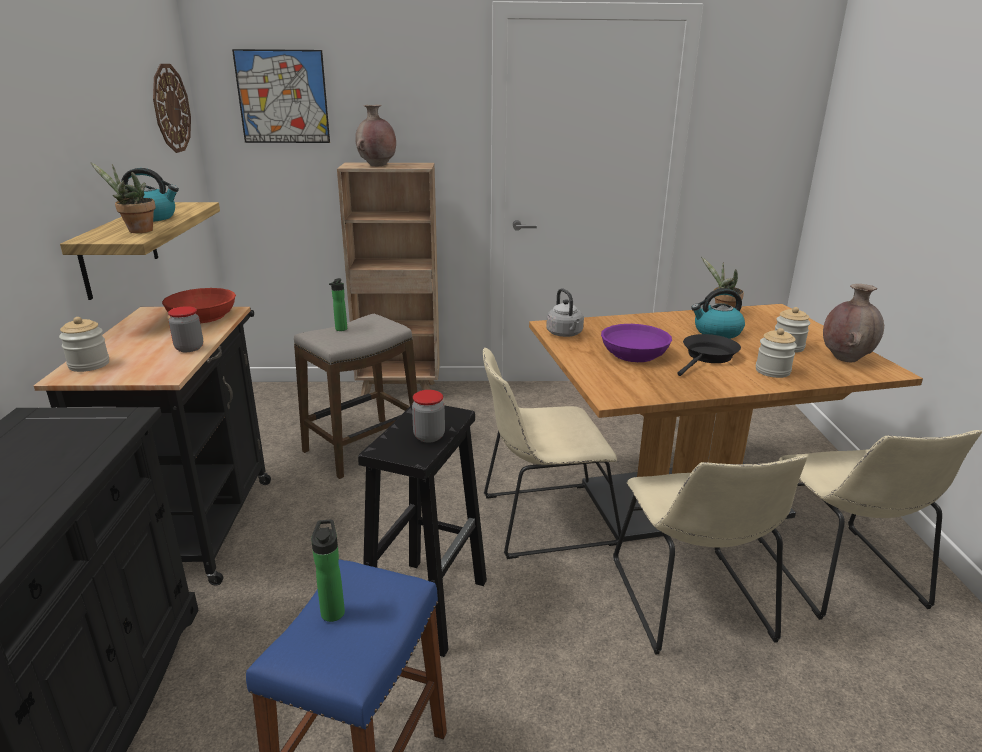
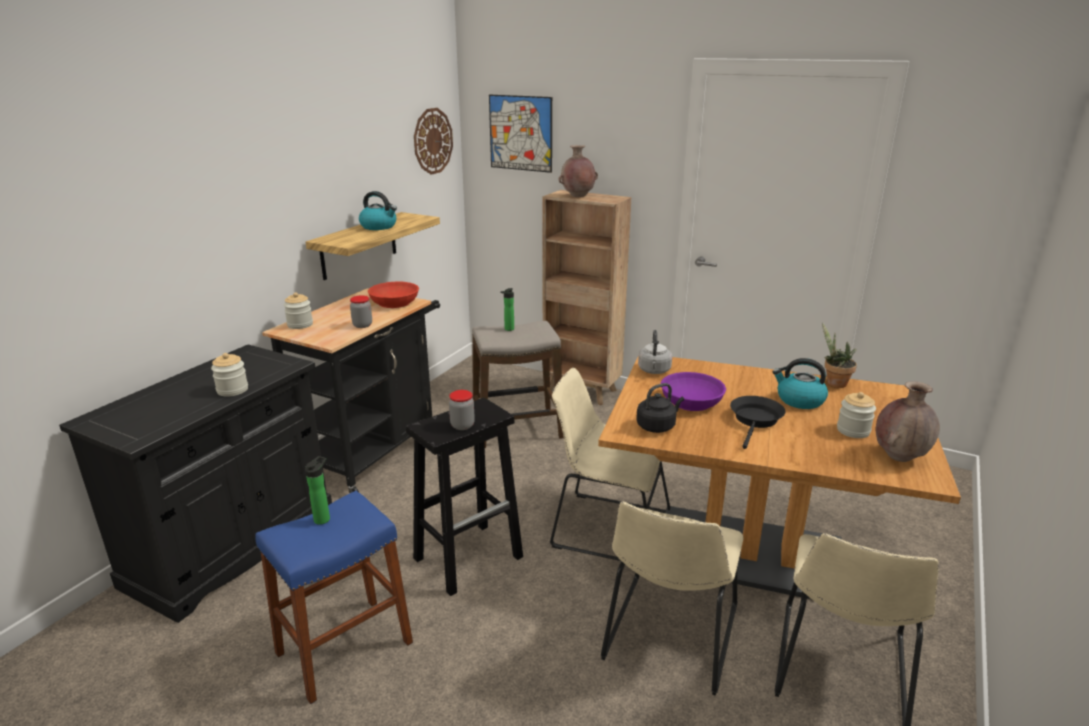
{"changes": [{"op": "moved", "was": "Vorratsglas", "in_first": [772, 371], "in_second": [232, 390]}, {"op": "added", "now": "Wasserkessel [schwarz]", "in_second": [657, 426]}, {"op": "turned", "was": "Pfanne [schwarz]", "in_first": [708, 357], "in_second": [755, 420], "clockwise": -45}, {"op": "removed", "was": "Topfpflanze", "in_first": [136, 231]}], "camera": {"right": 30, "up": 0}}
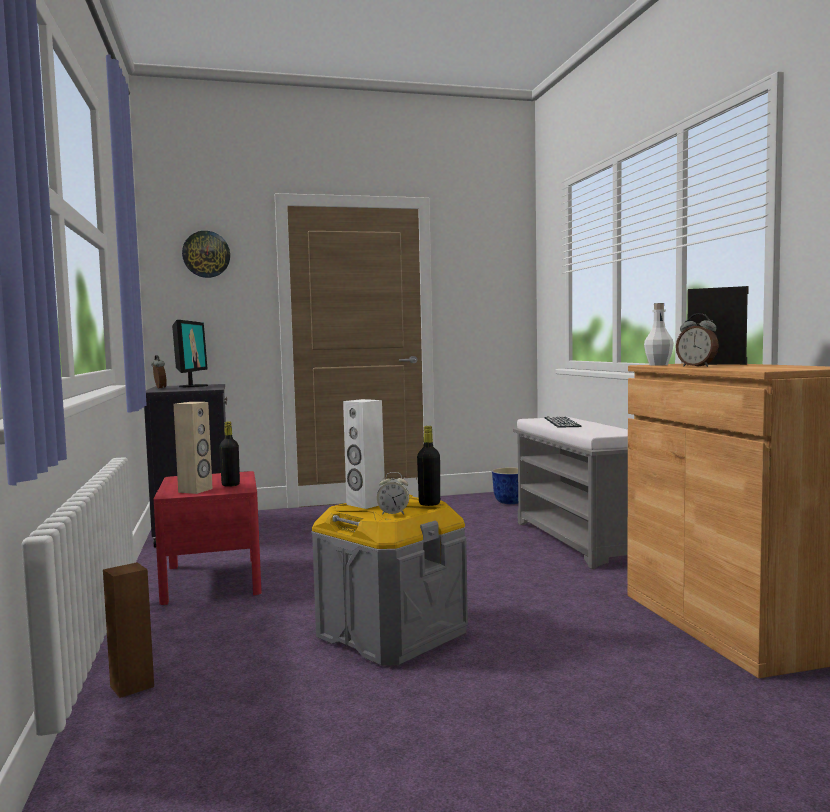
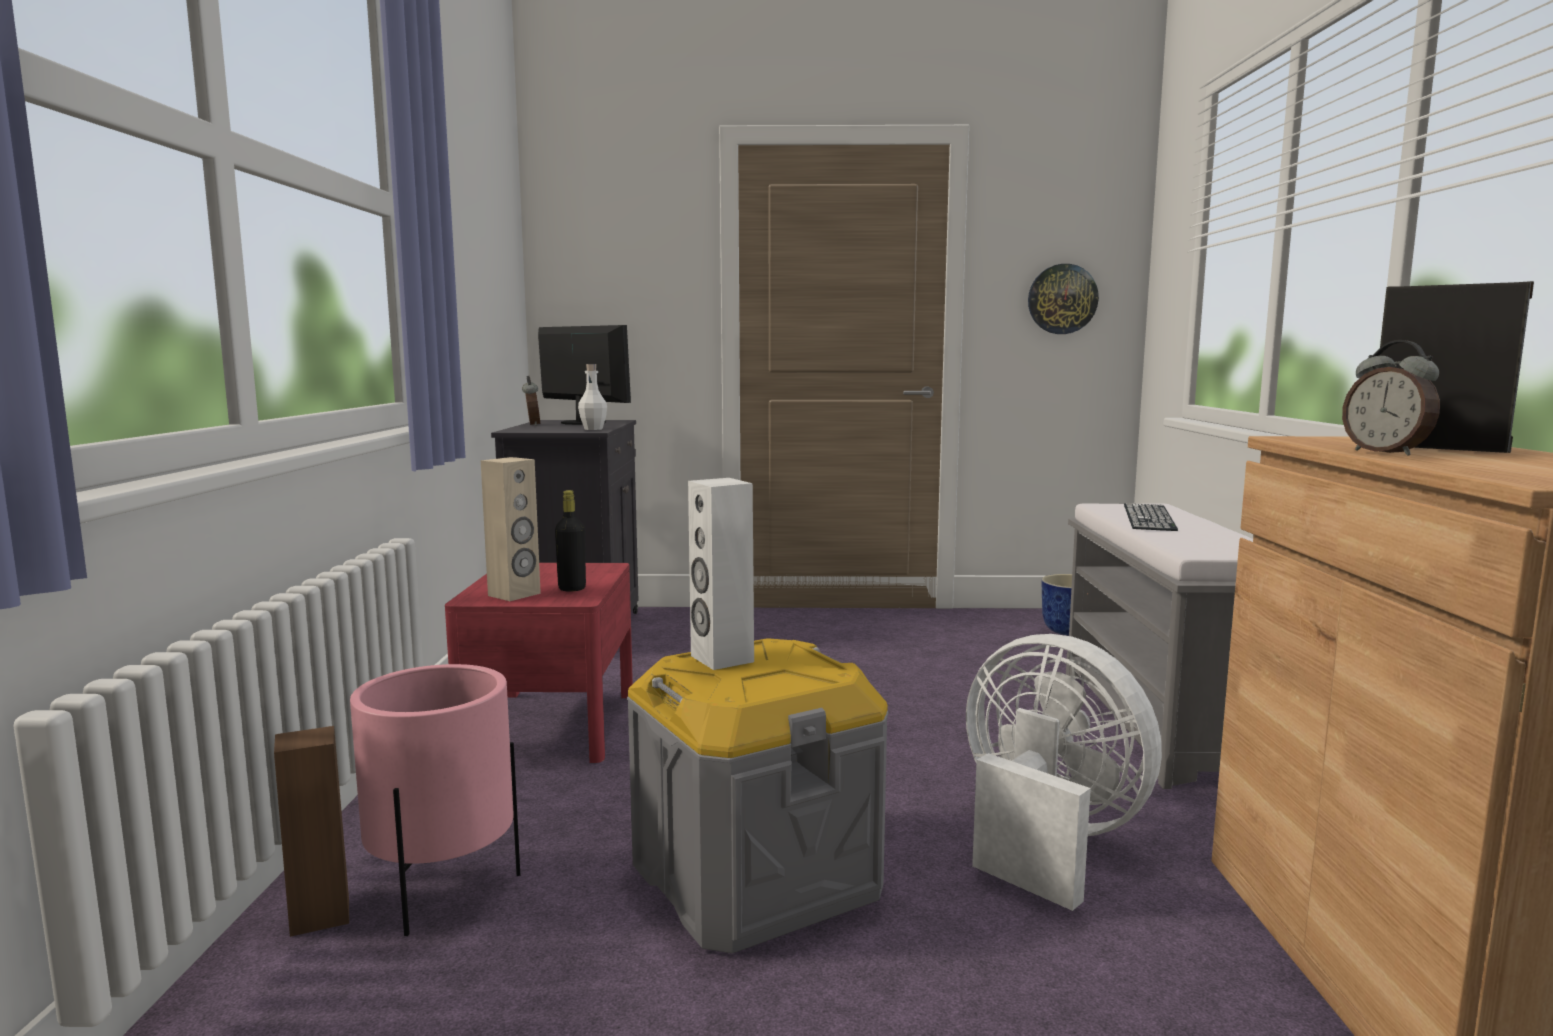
{"changes": [{"op": "added", "now": "Pflanzkübel [rosa]", "in_second": [442, 890]}, {"op": "turned", "was": "Monitor", "in_first": [192, 386], "in_second": [582, 423], "clockwise": -60}, {"op": "moved", "was": "Flasche [weiß]", "in_first": [658, 365], "in_second": [593, 429]}, {"op": "added", "now": "Ventilator [weiß]", "in_second": [1045, 840]}, {"op": "moved", "was": "Wanduhr", "in_first": [206, 254], "in_second": [1062, 299]}, {"op": "removed", "was": "Wecker", "in_first": [393, 513]}, {"op": "removed", "was": "Flasche [schwarz]", "in_first": [429, 503]}], "camera": {"right": 15, "up": 5}}
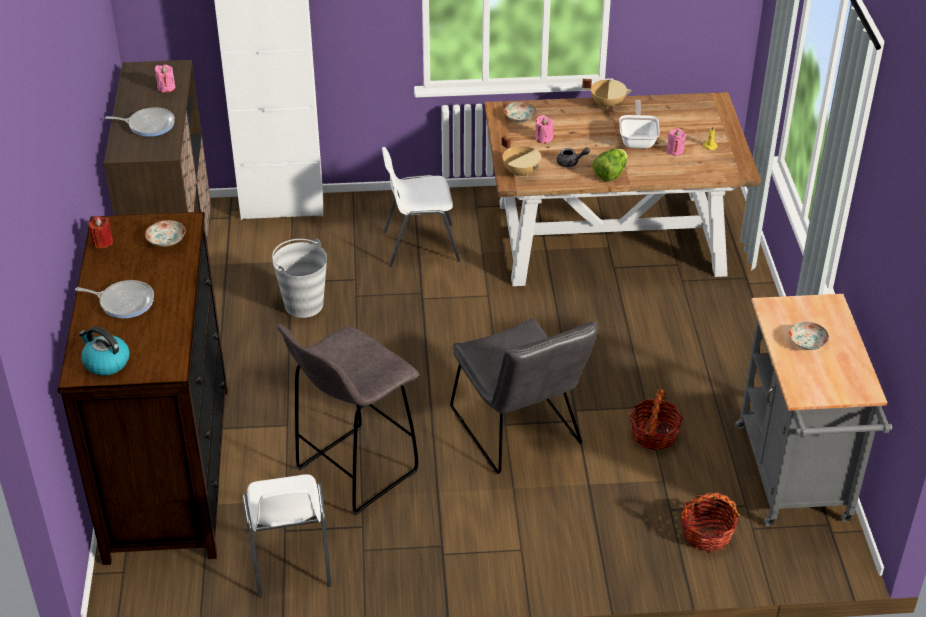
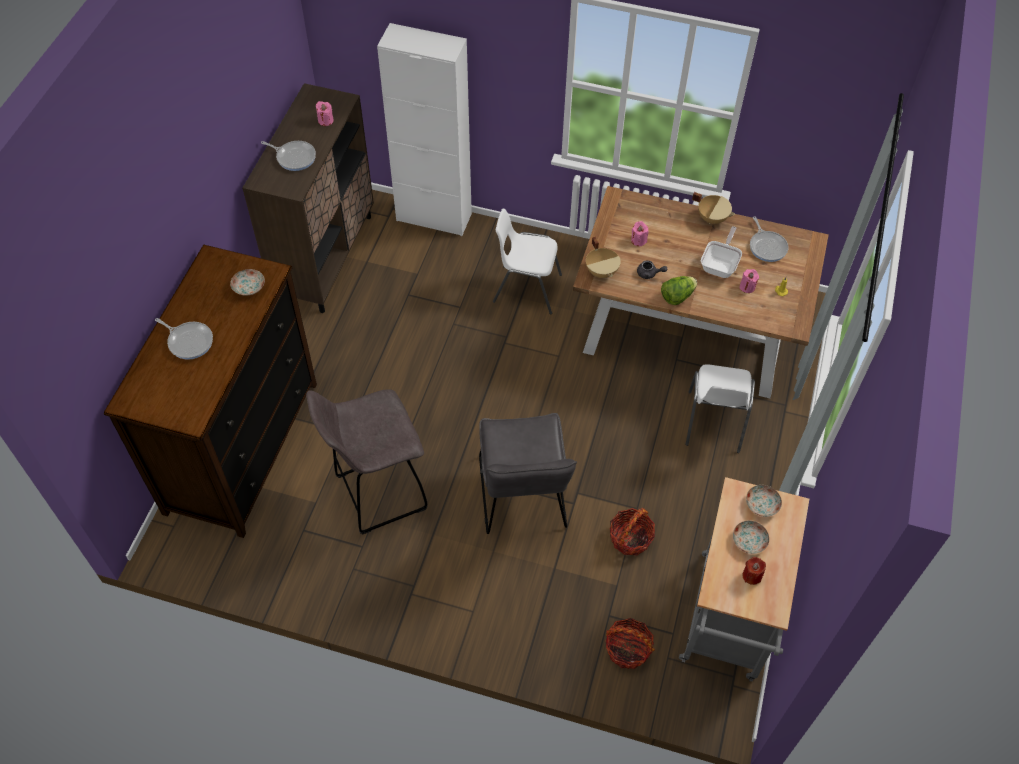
{"changes": [{"op": "moved", "was": "Stuhl [weiß]", "in_first": [289, 559], "in_second": [714, 422]}, {"op": "moved", "was": "Kerze [rot]", "in_first": [102, 242], "in_second": [752, 576]}, {"op": "moved", "was": "Teller", "in_first": [520, 117], "in_second": [762, 505]}, {"op": "added", "now": "Pfanne", "in_second": [767, 246]}, {"op": "removed", "was": "Wasserkessel", "in_first": [106, 362]}, {"op": "removed", "was": "Eimer [grau]", "in_first": [303, 304]}], "camera": {"right": 20, "up": 15}}
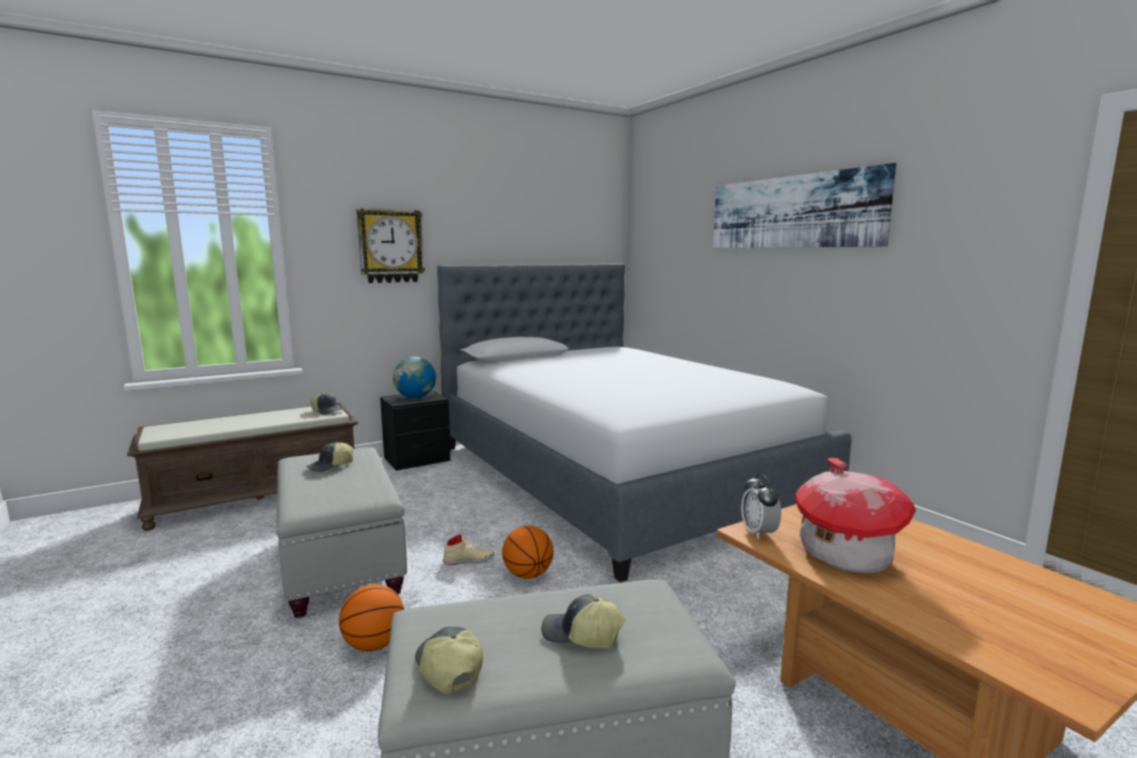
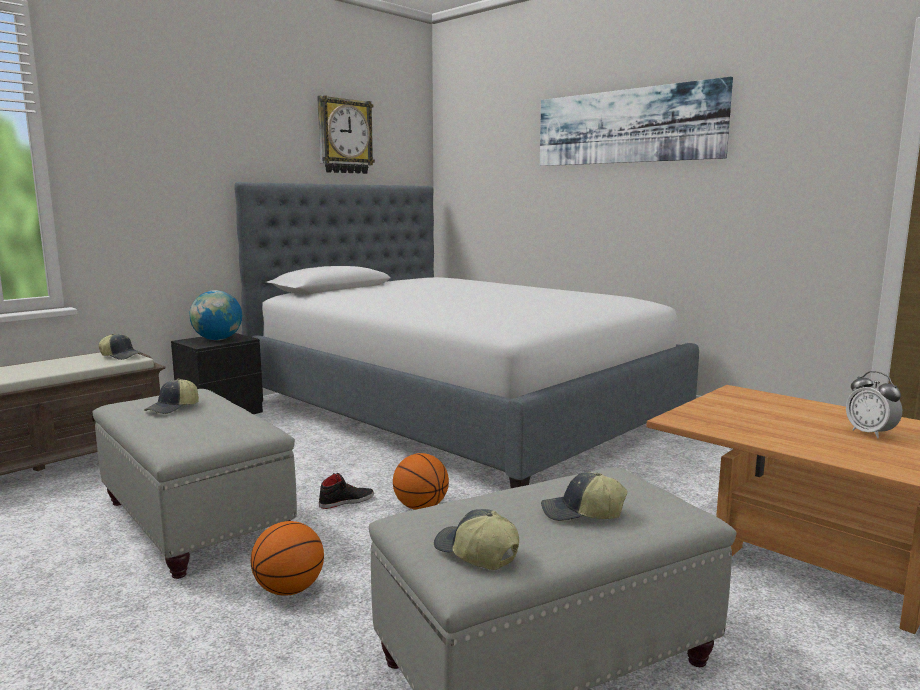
{"changes": [{"op": "moved", "was": "Wanduhr", "in_first": [390, 246], "in_second": [344, 136]}, {"op": "recoloured", "was": "Schuh [beige]", "now": "Schuh [schwarz]", "in_first": [468, 559], "in_second": [346, 501]}, {"op": "moved", "was": "Wecker", "in_first": [759, 533], "in_second": [870, 433]}, {"op": "removed", "was": "Spielzeughaus", "in_first": [845, 554]}], "camera": {"right": -15, "up": 0}}
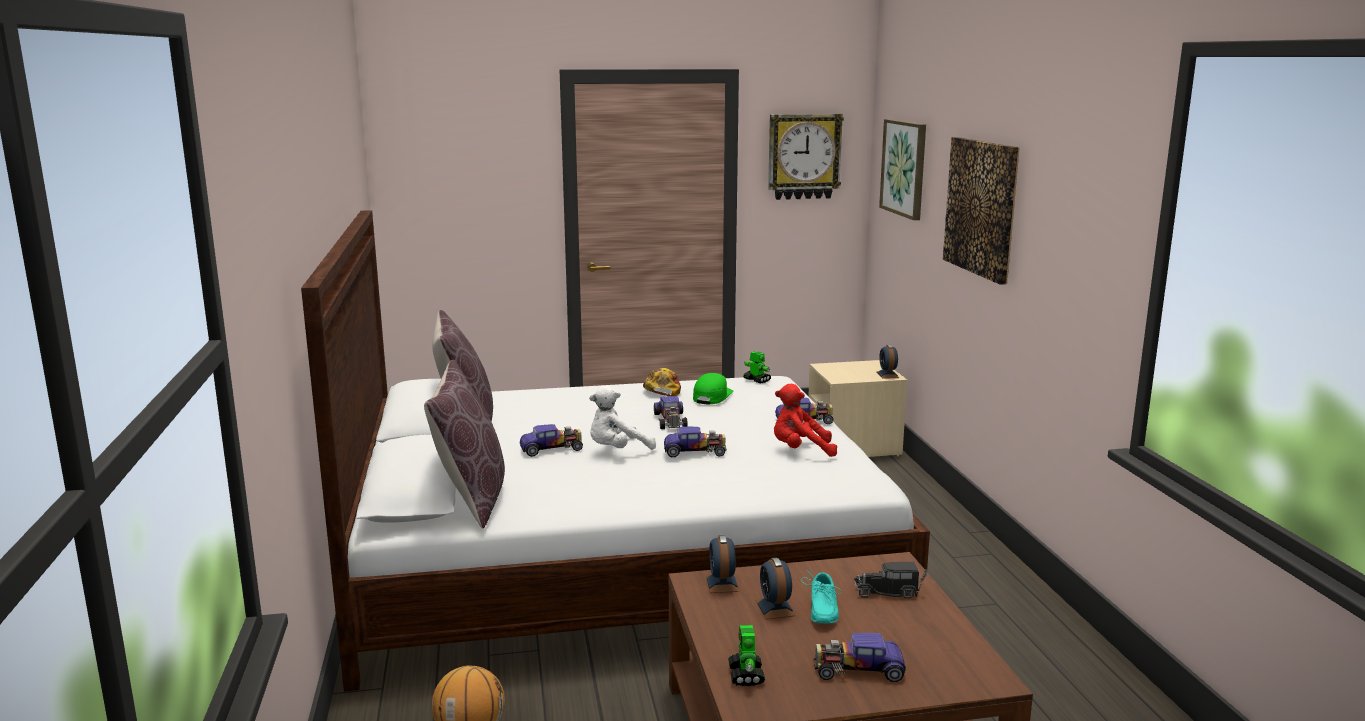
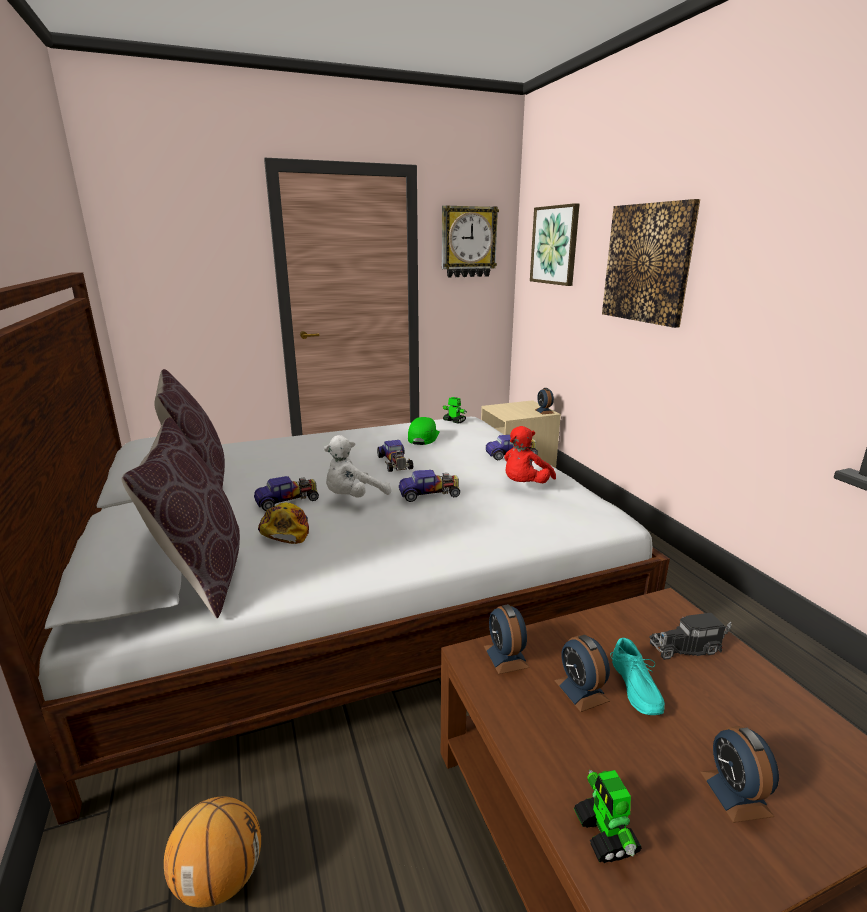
{"changes": [{"op": "moved", "was": "Kappe", "in_first": [662, 389], "in_second": [285, 529]}, {"op": "turned", "was": "Plüschtier [rot]", "in_first": [800, 451], "in_second": [524, 485], "clockwise": -45}, {"op": "replaced", "was": "Spielzeugauto", "now": "Wecker", "in_first": [858, 668], "in_second": [735, 793]}], "camera": {"right": -10, "up": 5}}
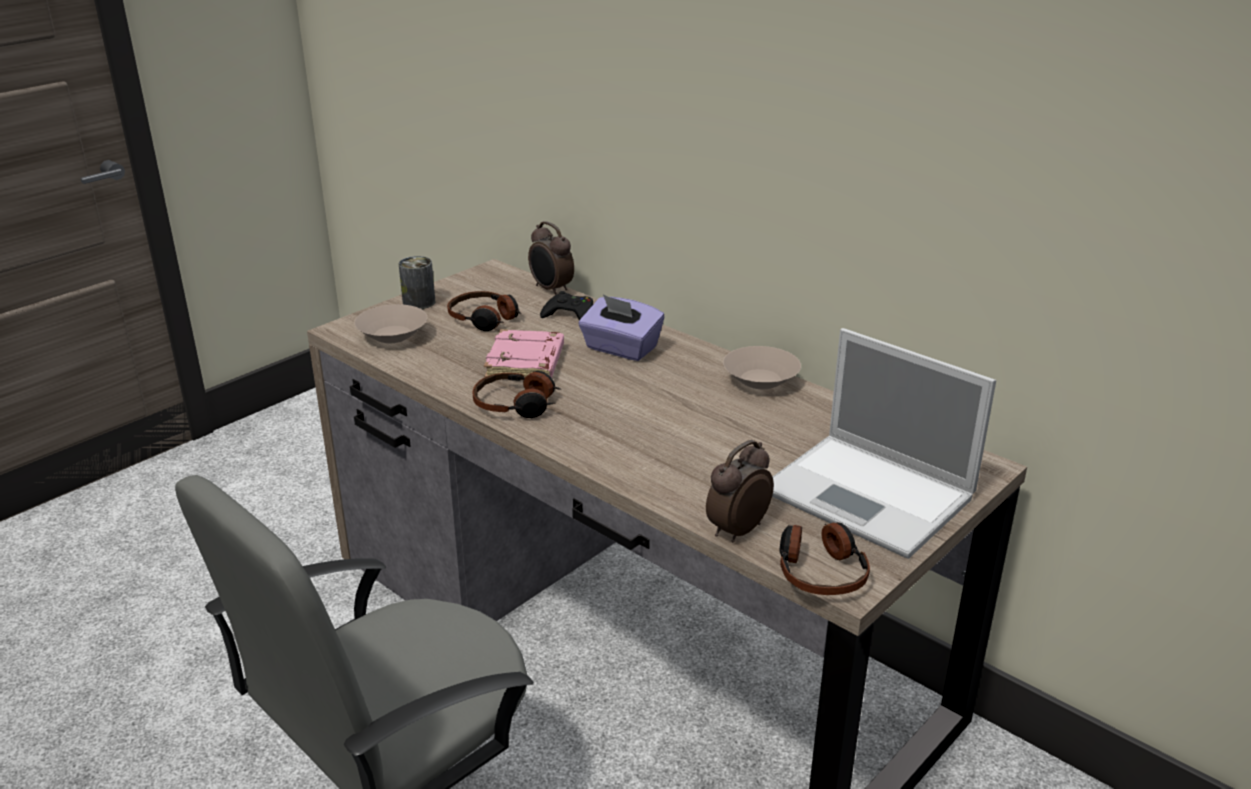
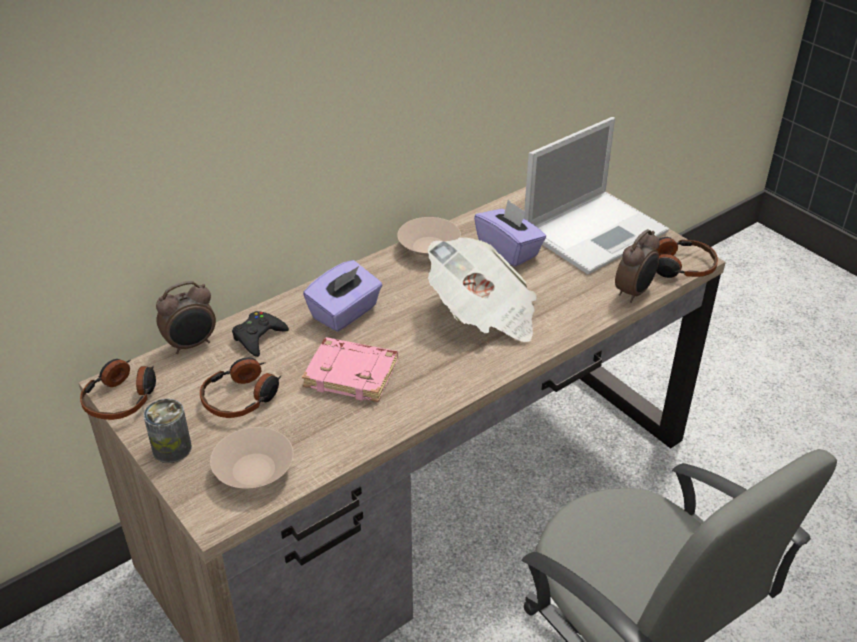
{"changes": [{"op": "moved", "was": "Kopfhörer", "in_first": [516, 405], "in_second": [122, 398]}, {"op": "added", "now": "Zeitung", "in_second": [484, 314]}, {"op": "added", "now": "Taschentuchbox [lila]", "in_second": [509, 250]}, {"op": "turned", "was": "Wecker", "in_first": [736, 530], "in_second": [634, 292], "clockwise": -105}], "camera": {"right": -80, "up": 10}}
